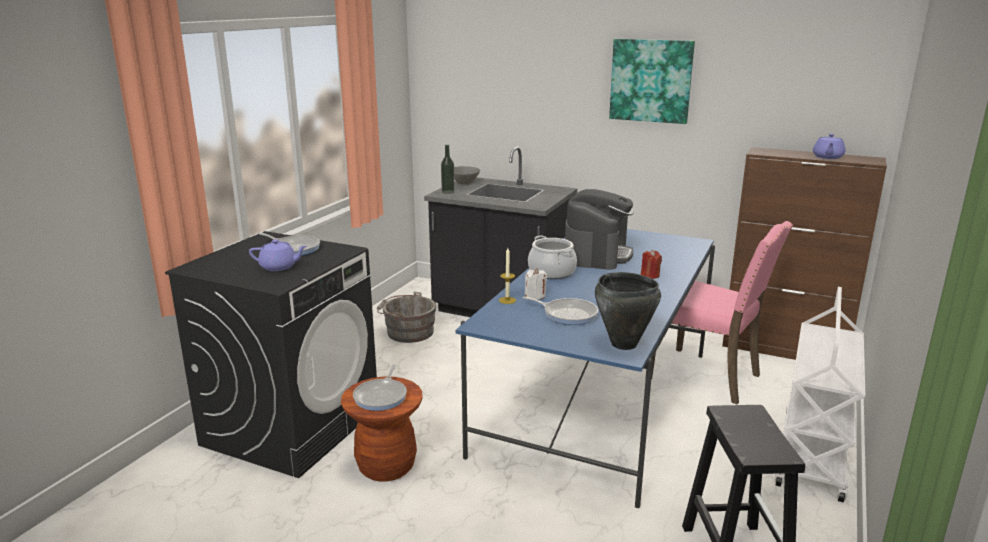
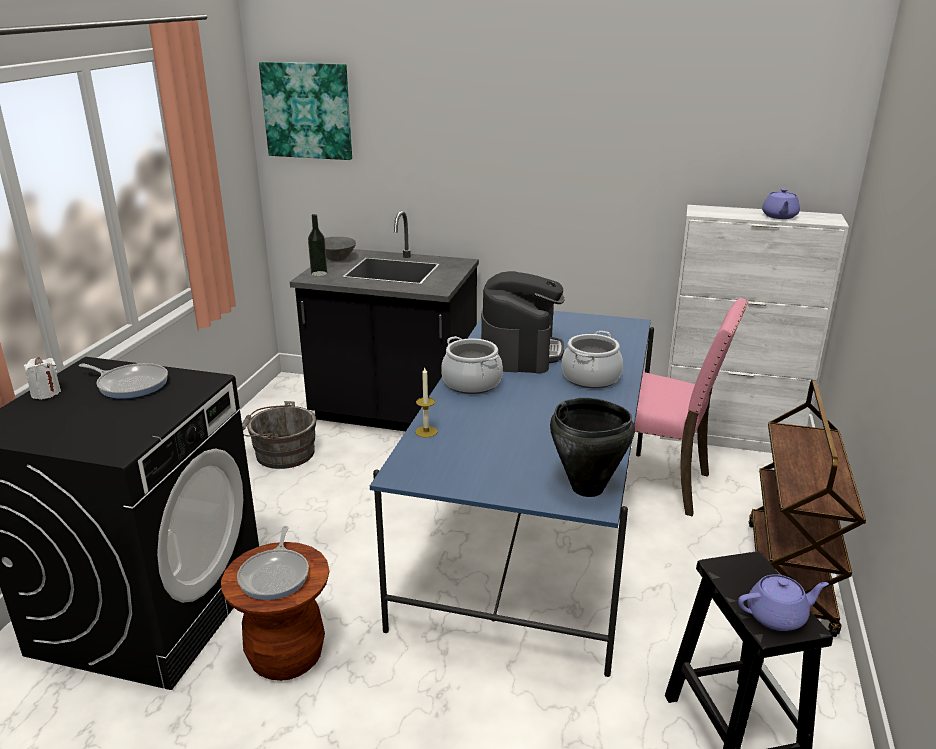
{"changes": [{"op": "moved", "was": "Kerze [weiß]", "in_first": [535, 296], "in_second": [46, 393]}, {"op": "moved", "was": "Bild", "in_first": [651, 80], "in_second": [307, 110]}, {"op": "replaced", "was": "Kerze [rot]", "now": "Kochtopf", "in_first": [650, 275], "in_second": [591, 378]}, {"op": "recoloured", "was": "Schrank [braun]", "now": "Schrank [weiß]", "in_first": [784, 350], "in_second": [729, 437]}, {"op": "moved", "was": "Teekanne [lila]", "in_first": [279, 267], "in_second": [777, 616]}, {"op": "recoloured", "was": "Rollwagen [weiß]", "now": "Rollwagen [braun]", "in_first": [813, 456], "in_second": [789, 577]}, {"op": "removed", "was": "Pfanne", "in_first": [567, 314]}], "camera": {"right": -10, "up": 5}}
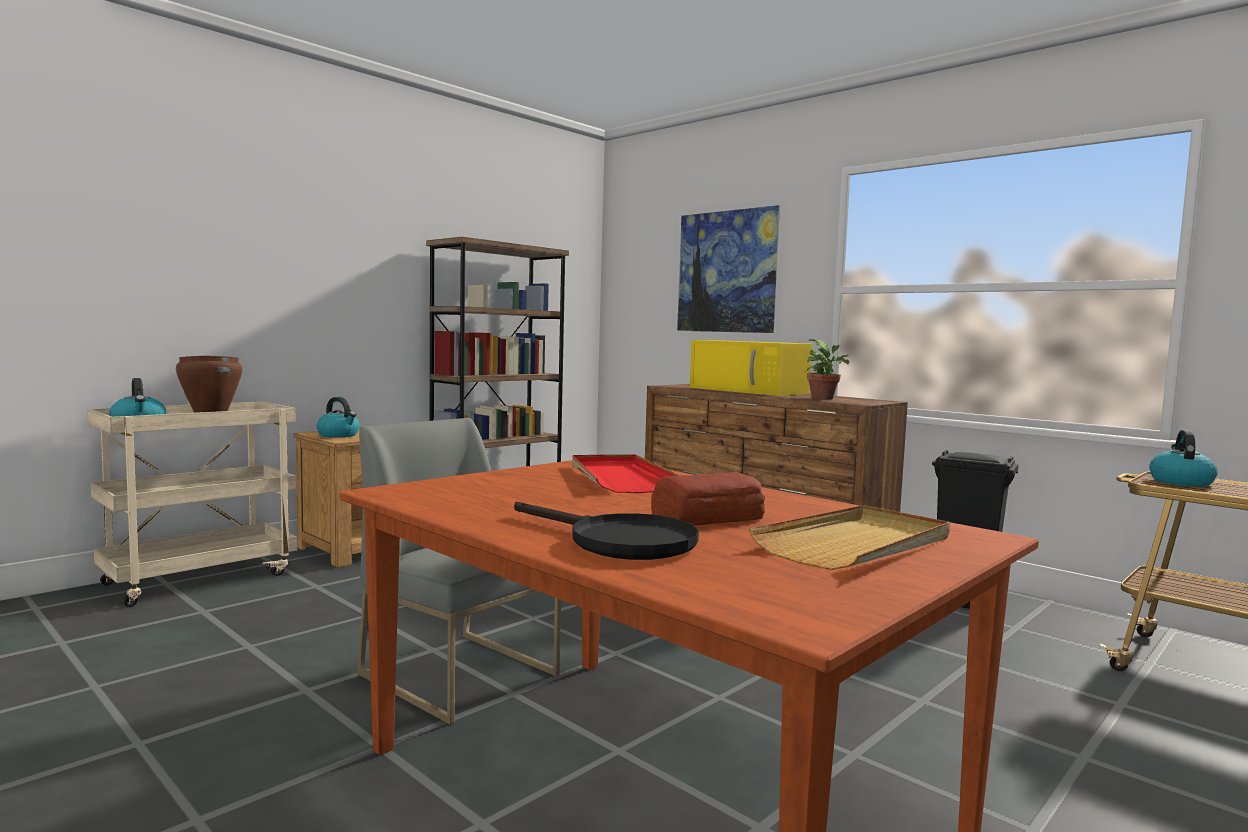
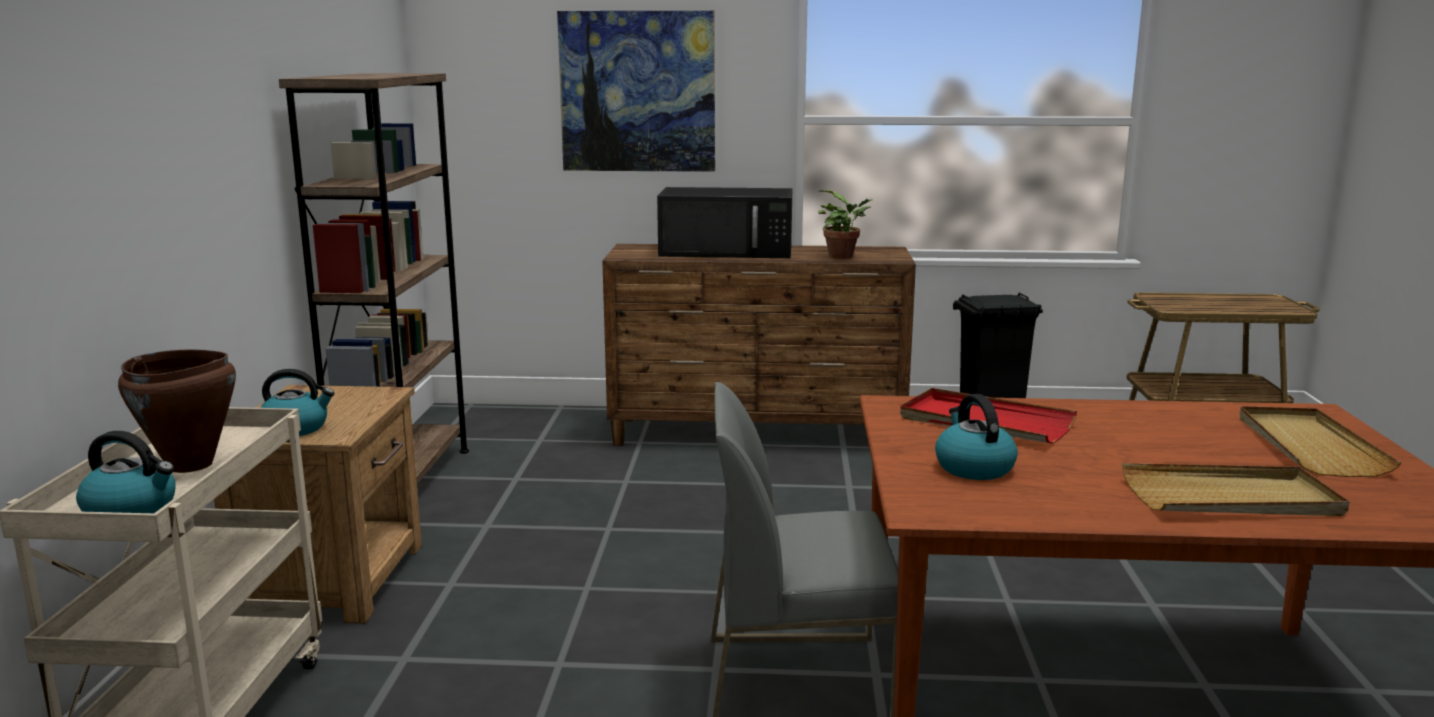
{"changes": [{"op": "recoloured", "was": "Mikrowelle [gelb]", "now": "Mikrowelle [schwarz]", "in_first": [749, 390], "in_second": [728, 251]}, {"op": "moved", "was": "Wasserkessel", "in_first": [1180, 482], "in_second": [973, 467]}, {"op": "replaced", "was": "Pfanne [schwarz]", "now": "Tablett [beige]", "in_first": [618, 541], "in_second": [1231, 498]}, {"op": "removed", "was": "Brot", "in_first": [705, 517]}], "camera": {"right": -40, "up": 10}}
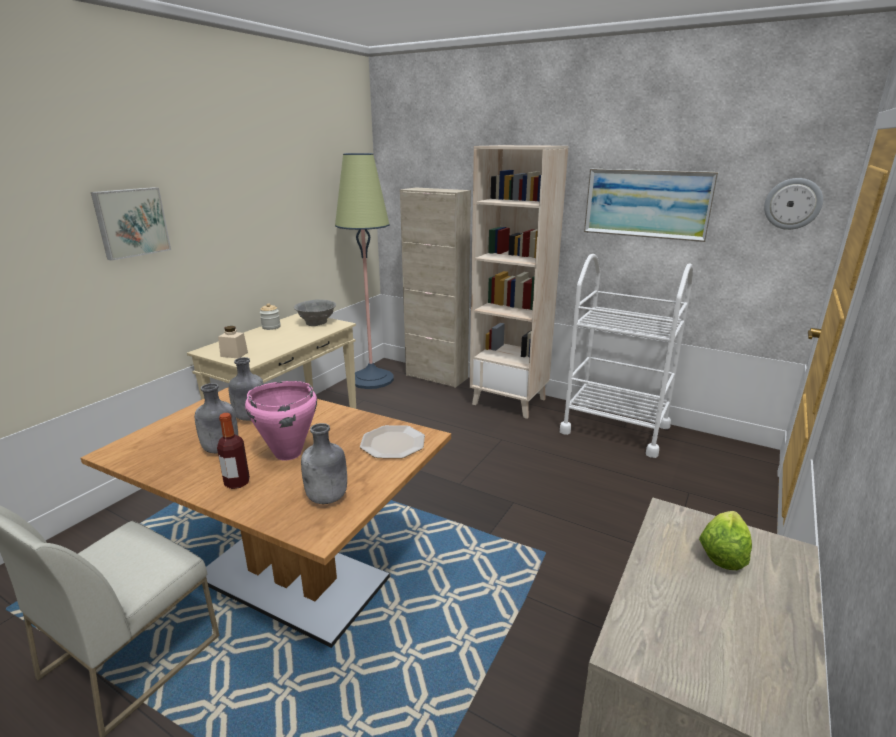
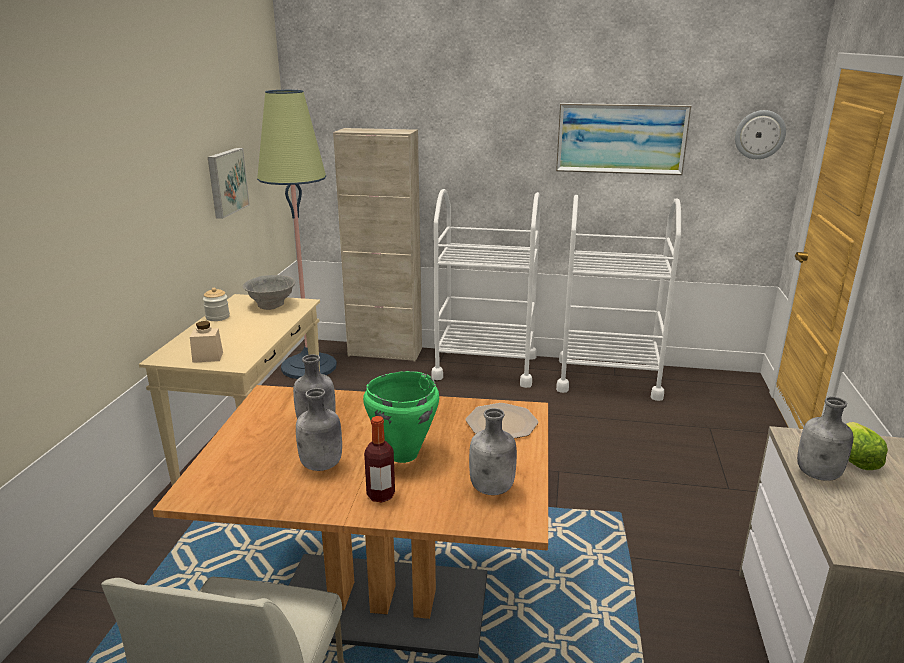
{"changes": [{"op": "moved", "was": "Bild", "in_first": [131, 222], "in_second": [226, 182]}, {"op": "recoloured", "was": "Kochtopf [rosa]", "now": "Kochtopf [grün]", "in_first": [287, 453], "in_second": [402, 454]}, {"op": "replaced", "was": "Bücherregal [beige]", "now": "Rollwagen [weiß]", "in_first": [510, 401], "in_second": [485, 367]}, {"op": "added", "now": "Flasche [grau]", "in_second": [819, 475]}], "camera": {"right": -20, "up": 0}}
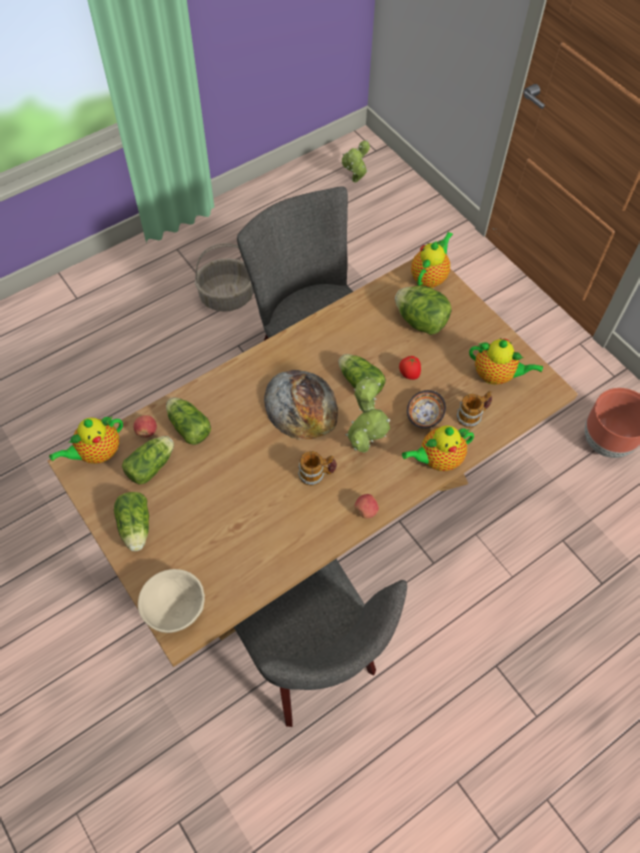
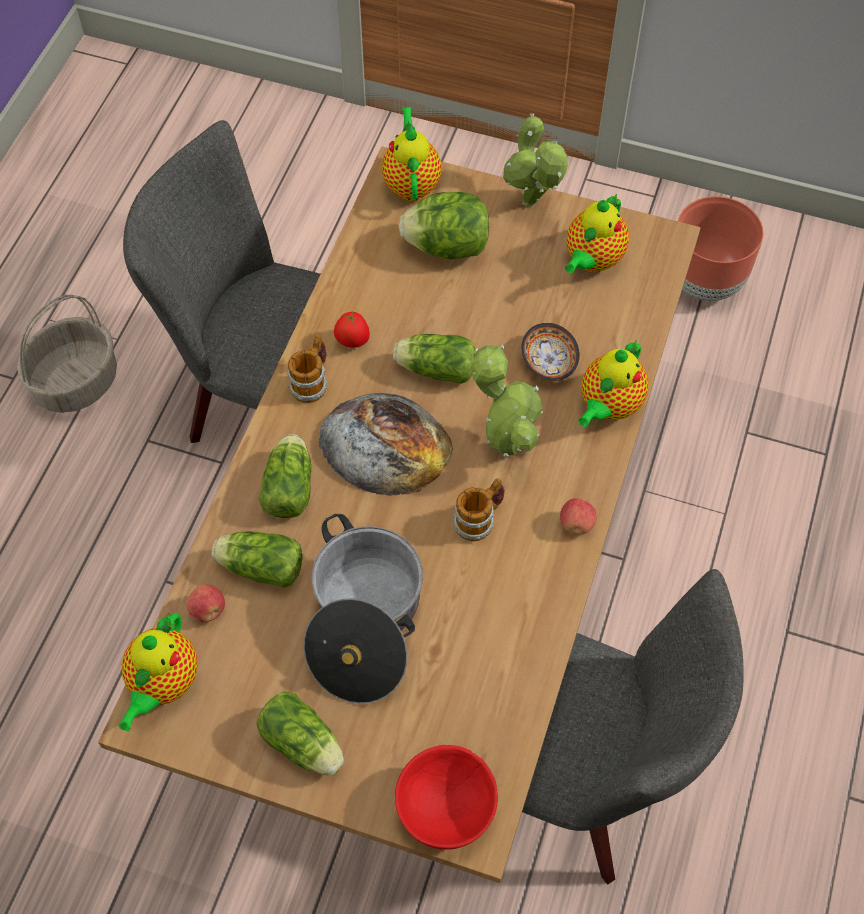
{"changes": [{"op": "moved", "was": "Salatkopf", "in_first": [152, 465], "in_second": [289, 485]}, {"op": "moved", "was": "Henkelbecher", "in_first": [472, 415], "in_second": [312, 381]}, {"op": "added", "now": "Kochtopf", "in_second": [364, 623]}, {"op": "moved", "was": "Tomate", "in_first": [409, 375], "in_second": [352, 342]}, {"op": "recoloured", "was": "Schüssel [beige]", "now": "Schüssel [rot]", "in_first": [174, 608], "in_second": [444, 809]}, {"op": "moved", "was": "Topfpflanze", "in_first": [354, 182], "in_second": [532, 205]}, {"op": "turned", "was": "Teekanne", "in_first": [496, 375], "in_second": [592, 261], "clockwise": 135}], "camera": {"right": -35, "up": 0}}
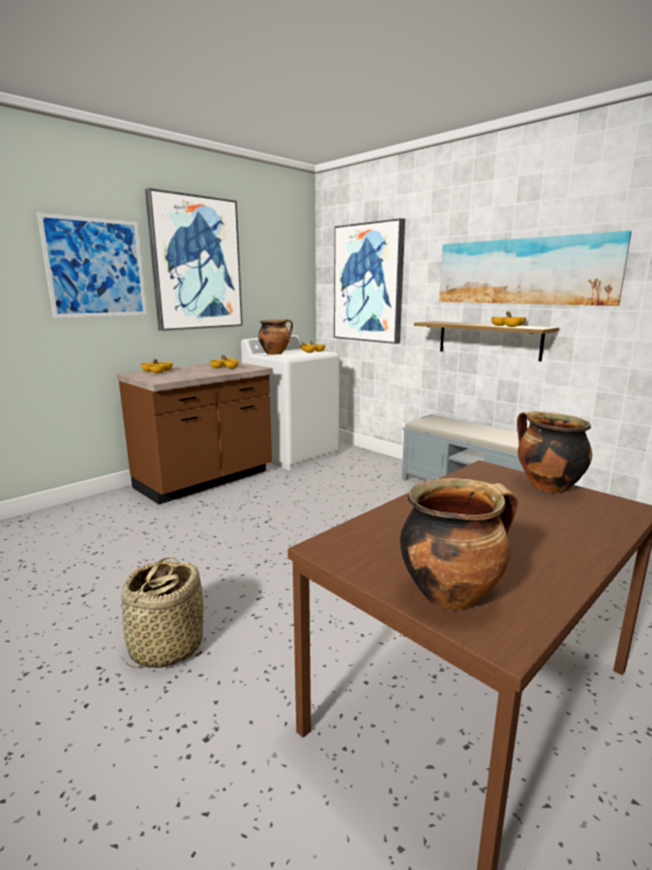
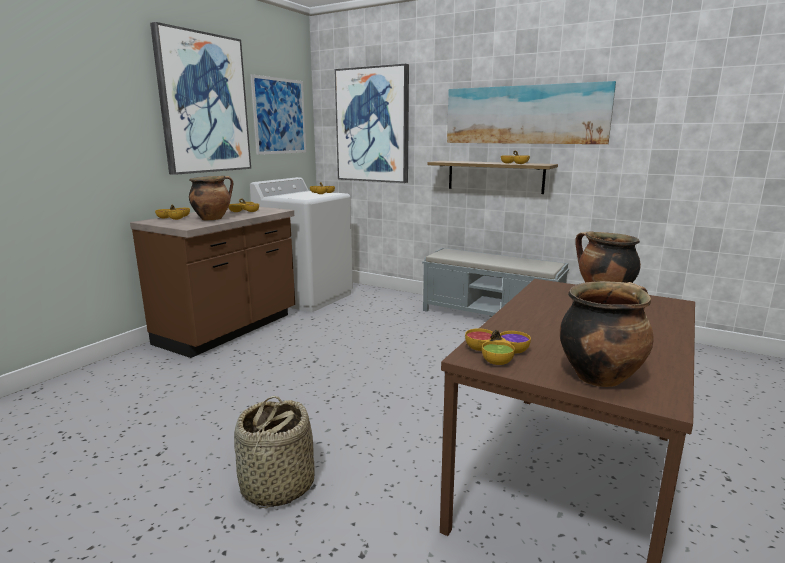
{"changes": [{"op": "moved", "was": "Kochtopf", "in_first": [275, 353], "in_second": [213, 219]}, {"op": "moved", "was": "Bild", "in_first": [96, 268], "in_second": [279, 116]}, {"op": "added", "now": "Schüssel", "in_second": [496, 354]}], "camera": {"right": -15, "up": 0}}
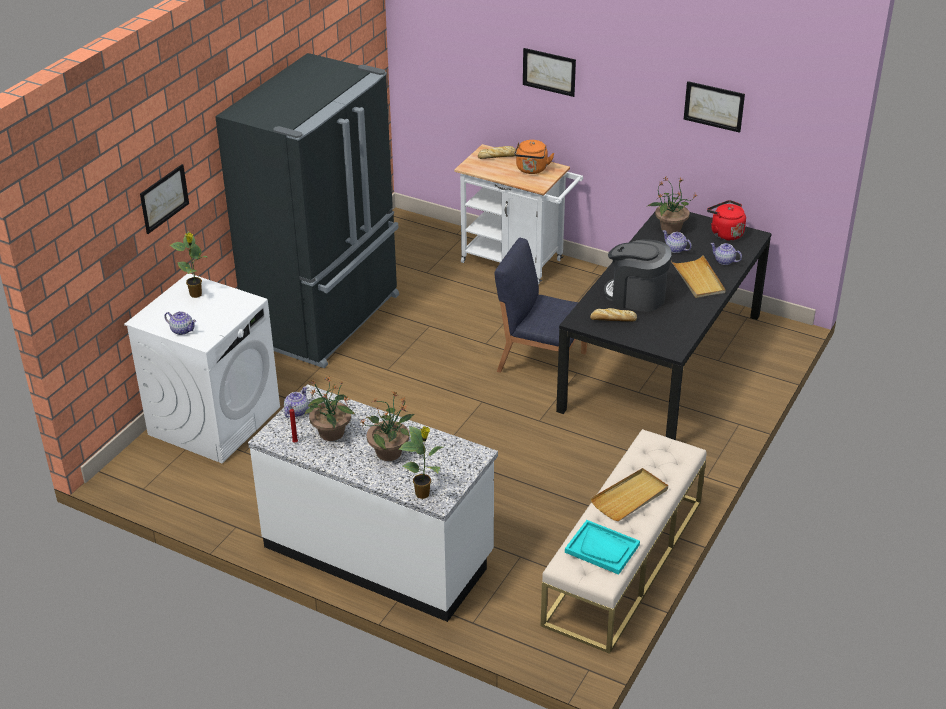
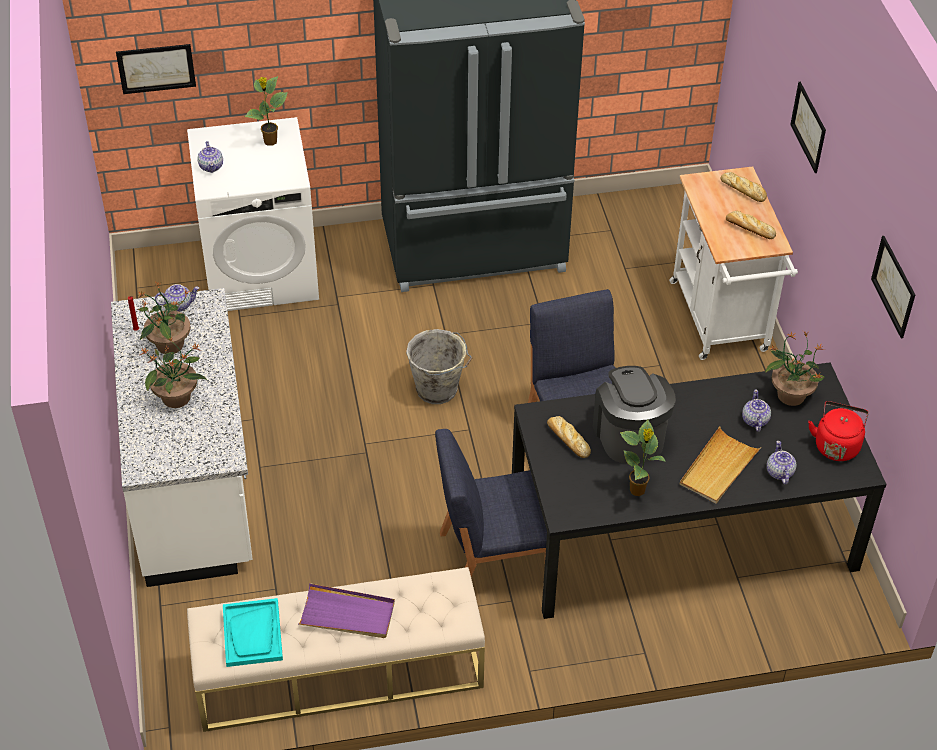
{"changes": [{"op": "moved", "was": "Bild", "in_first": [164, 198], "in_second": [156, 68]}, {"op": "recoloured", "was": "Tablett [beige]", "now": "Tablett [lila]", "in_first": [630, 497], "in_second": [347, 614]}, {"op": "added", "now": "Eimer [grau]", "in_second": [438, 390]}, {"op": "added", "now": "Stuhl [blau]", "in_second": [492, 558]}, {"op": "moved", "was": "Topfpflanze", "in_first": [423, 494], "in_second": [638, 491]}, {"op": "replaced", "was": "Wasserkessel [orange]", "now": "Brot", "in_first": [531, 170], "in_second": [749, 228]}], "camera": {"right": 50, "up": 10}}
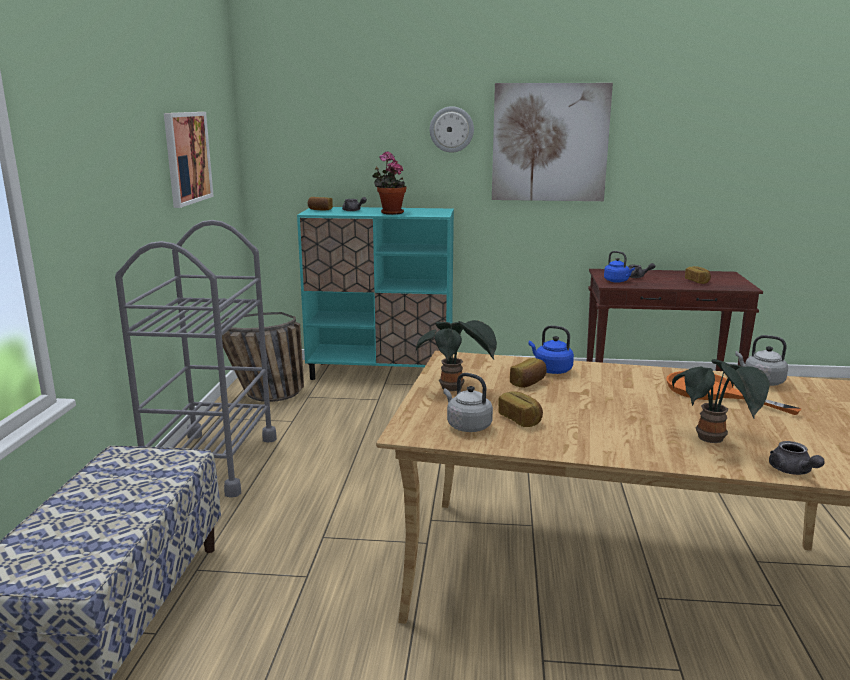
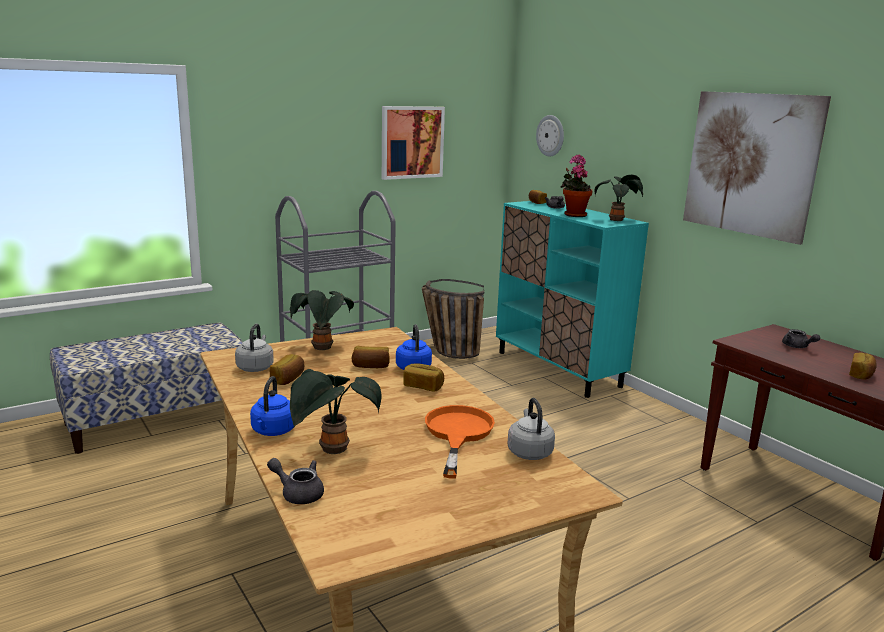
{"changes": [{"op": "moved", "was": "Wasserkessel [blau]", "in_first": [617, 281], "in_second": [273, 431]}, {"op": "turned", "was": "Teekanne [grau]", "in_first": [792, 471], "in_second": [298, 493], "clockwise": 75}, {"op": "added", "now": "Brot", "in_second": [423, 386]}, {"op": "moved", "was": "Wanduhr", "in_first": [451, 129], "in_second": [550, 135]}, {"op": "added", "now": "Topfpflanze", "in_second": [617, 220]}], "camera": {"right": 50, "up": 0}}
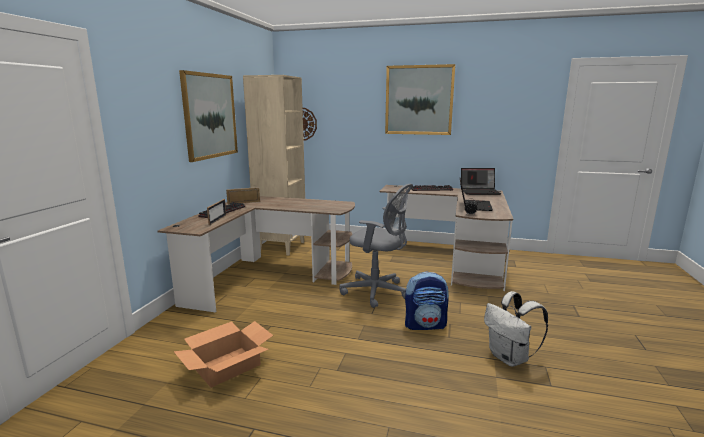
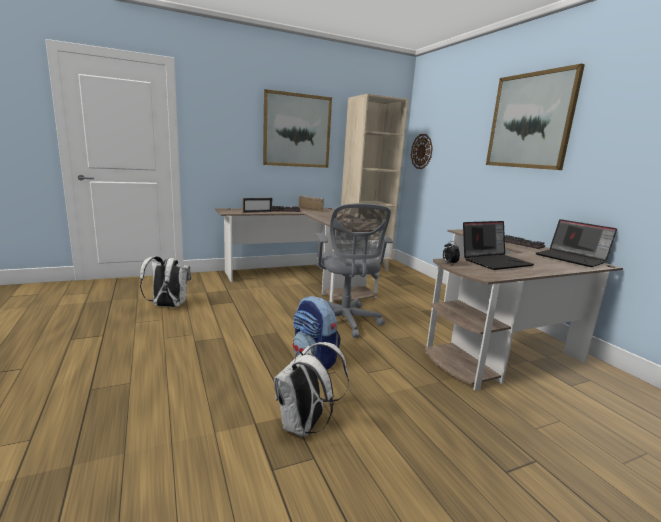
{"changes": [{"op": "replaced", "was": "Karton", "now": "Rucksack [weiß]", "in_first": [227, 366], "in_second": [167, 306]}], "camera": {"right": 50, "up": 0}}
